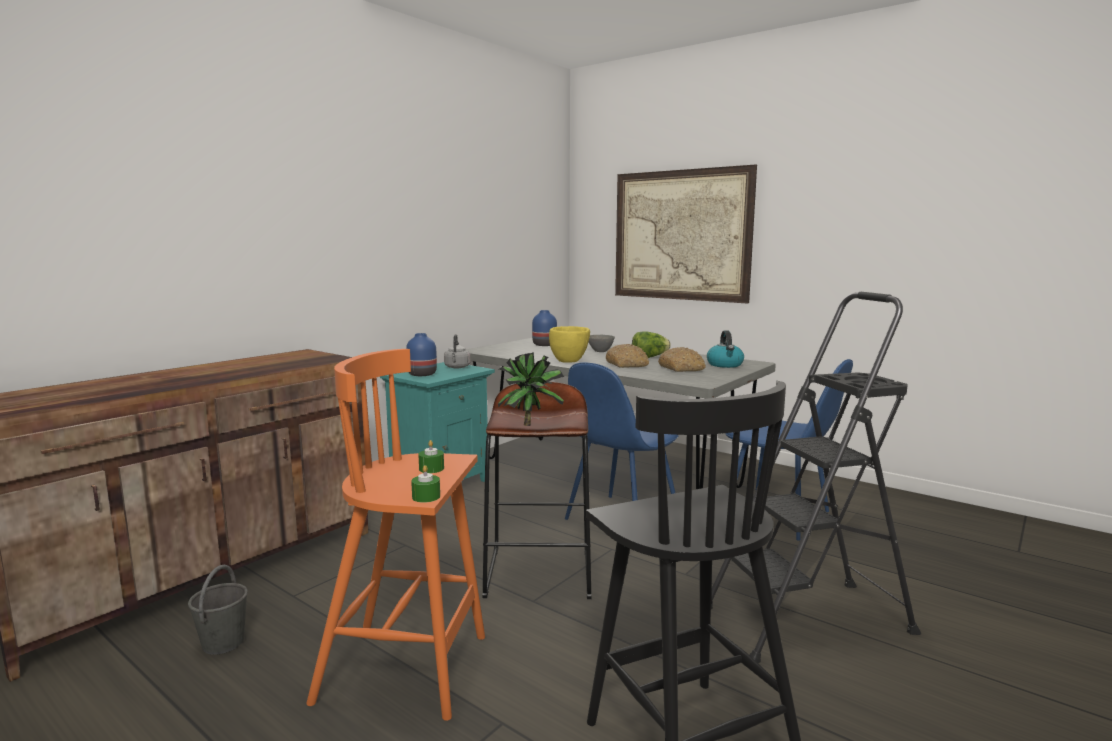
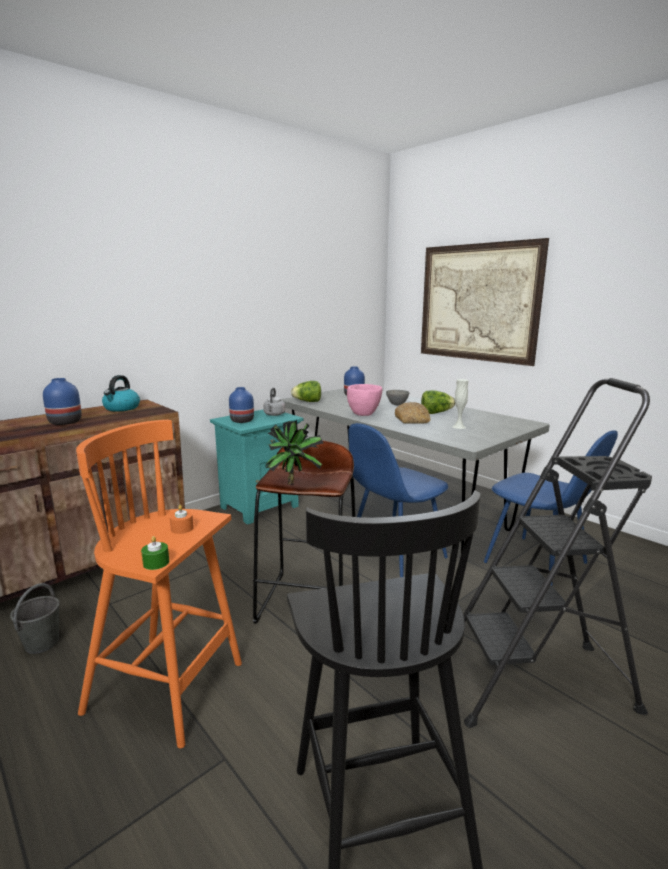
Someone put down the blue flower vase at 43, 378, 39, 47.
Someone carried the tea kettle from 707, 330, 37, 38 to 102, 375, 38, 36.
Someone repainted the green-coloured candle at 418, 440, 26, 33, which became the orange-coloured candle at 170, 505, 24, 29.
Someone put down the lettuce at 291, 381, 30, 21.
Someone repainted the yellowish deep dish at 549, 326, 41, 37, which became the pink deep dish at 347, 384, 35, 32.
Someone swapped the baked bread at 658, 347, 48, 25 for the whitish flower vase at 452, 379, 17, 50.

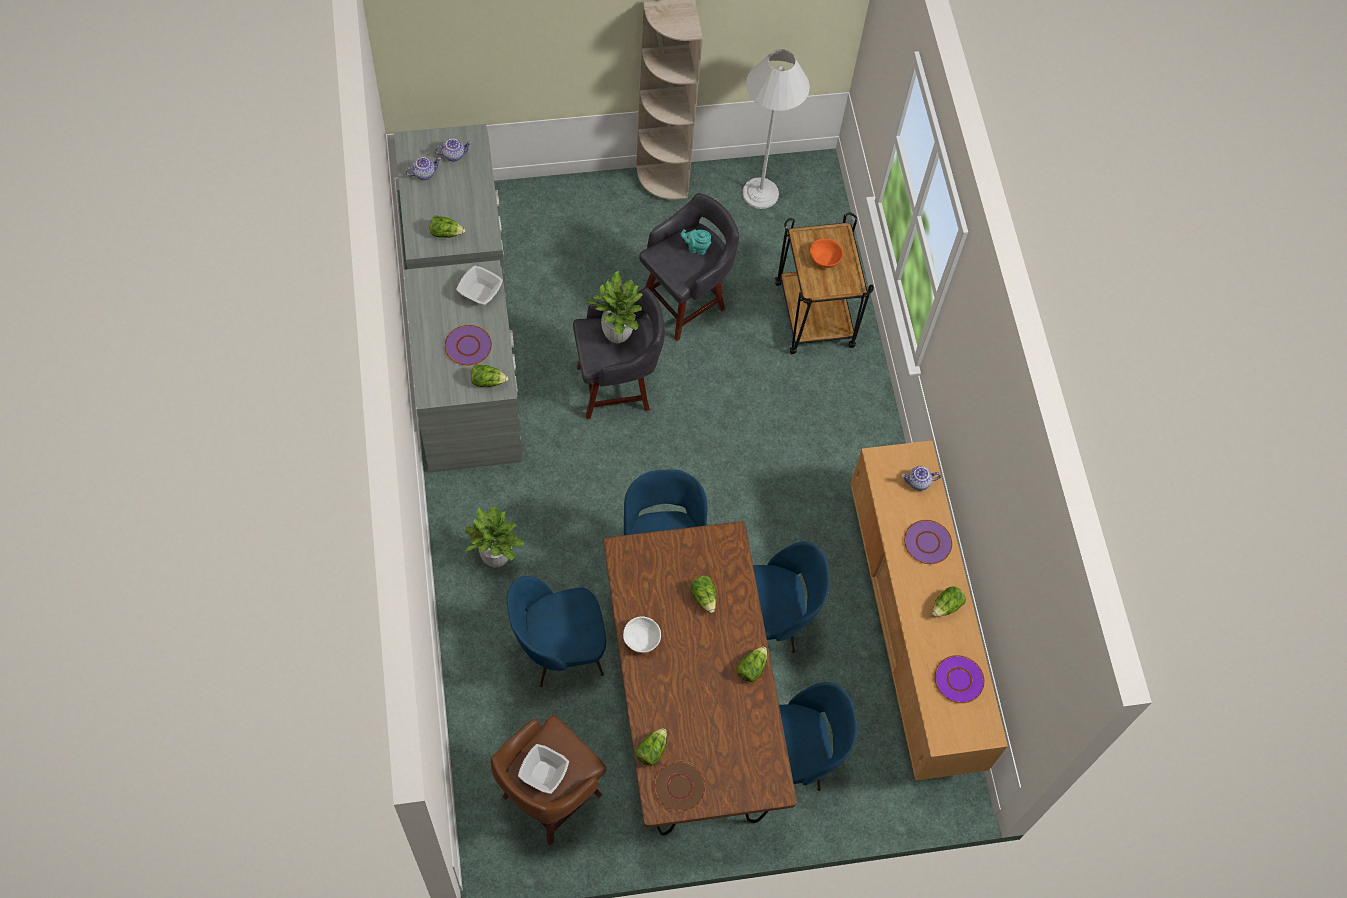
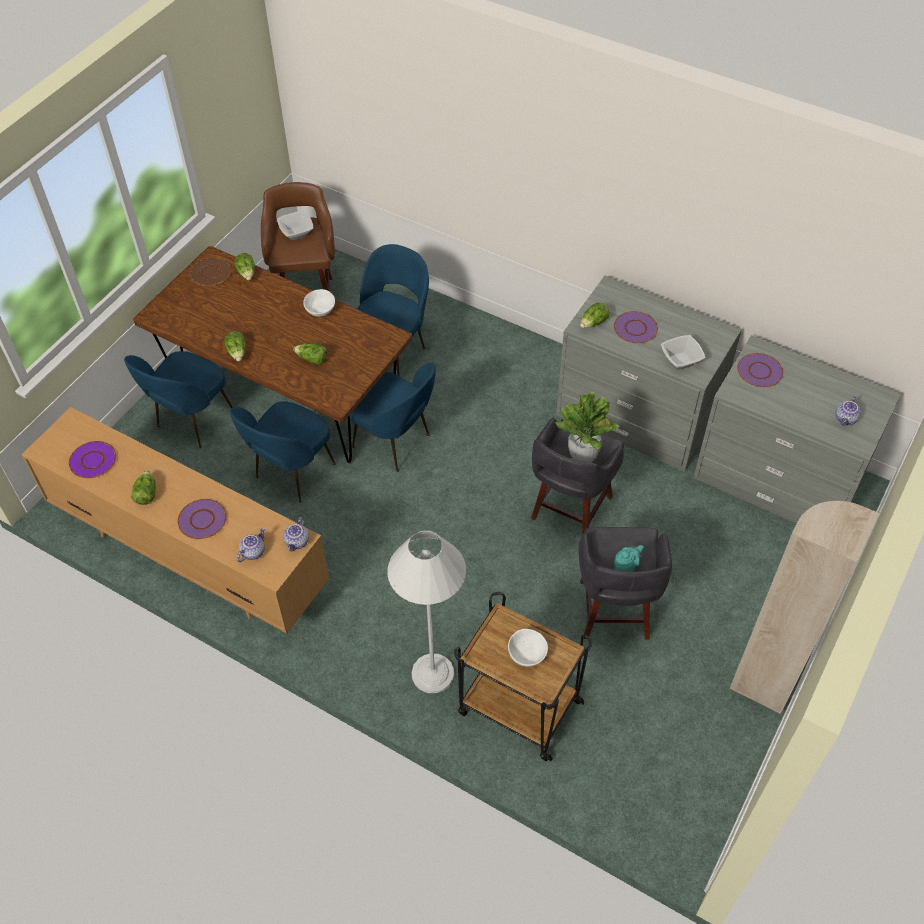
Someone carried the teapot from 405, 157, 36, 23 to 284, 517, 25, 35.
Someone carried the whitish standing lamp from 742, 49, 68, 160 to 387, 530, 79, 163.
Someone repainted the orange-coloured deep dish at 810, 239, 33, 29, which became the whitish deep dish at 508, 629, 40, 38.
Someone swapped the lettuce at 430, 215, 35, 23 for the purple dinner plate at 737, 353, 46, 34.
Someone took away the plant in a pot at 464, 506, 60, 61.

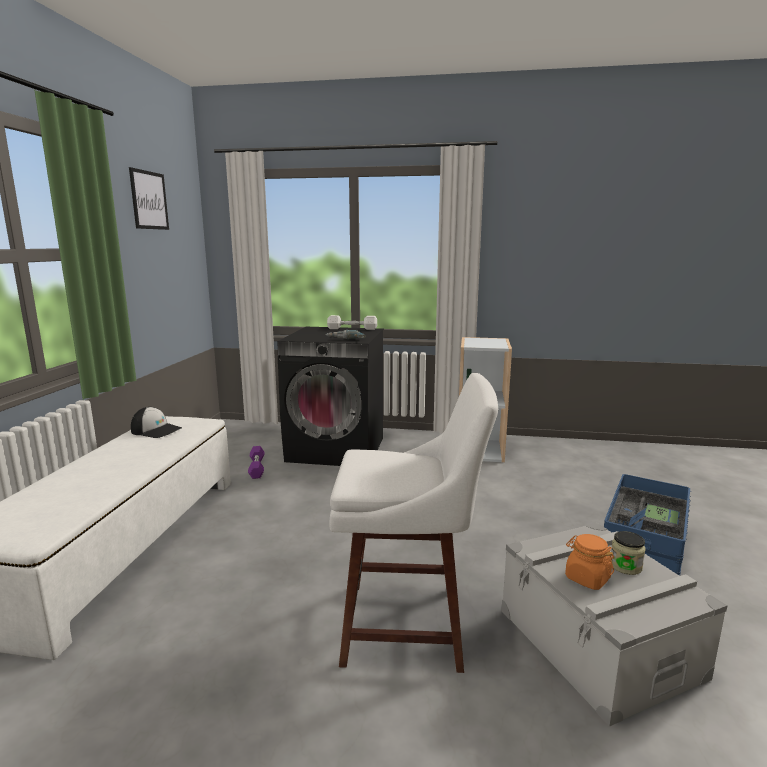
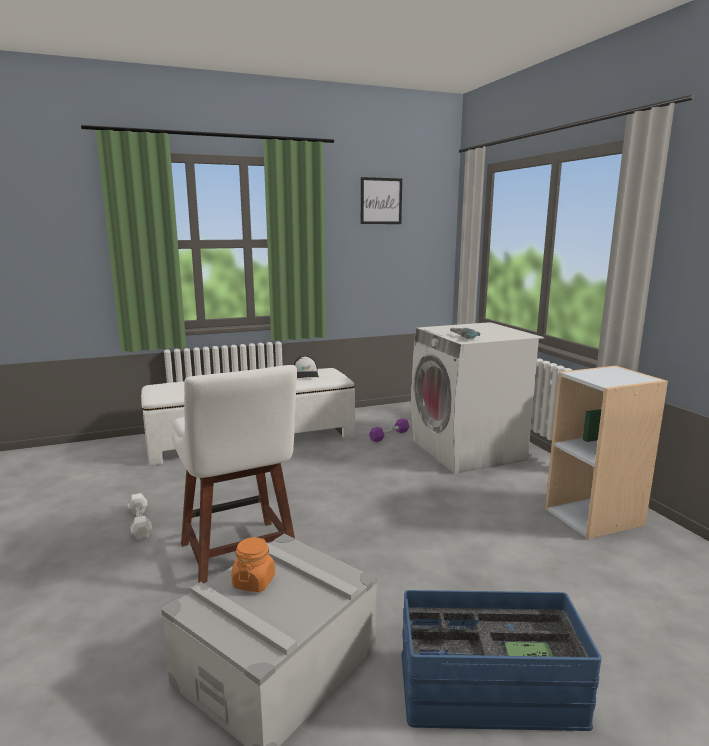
Someone carried the whitish dumbbell from 327, 315, 50, 15 to 128, 493, 24, 47.
Someone repainted the blackish washing machine at 278, 327, 106, 139, which became the whitish washing machine at 411, 322, 134, 152.
Someone took away the storage jar at 611, 531, 35, 44.

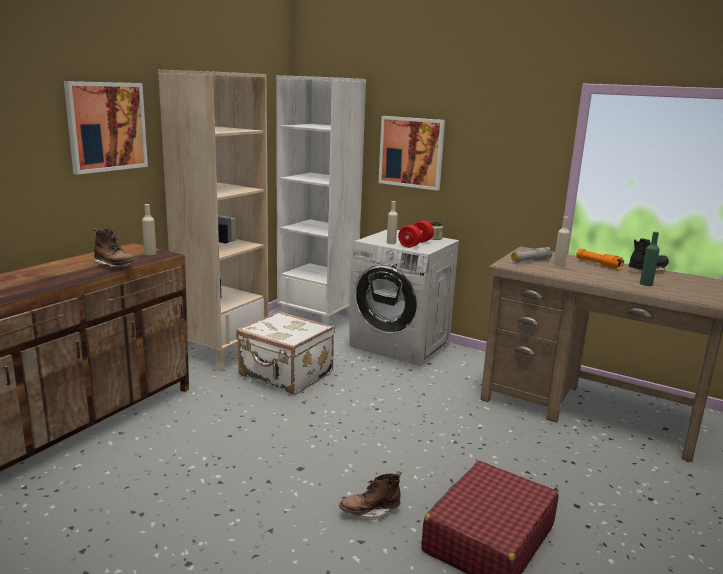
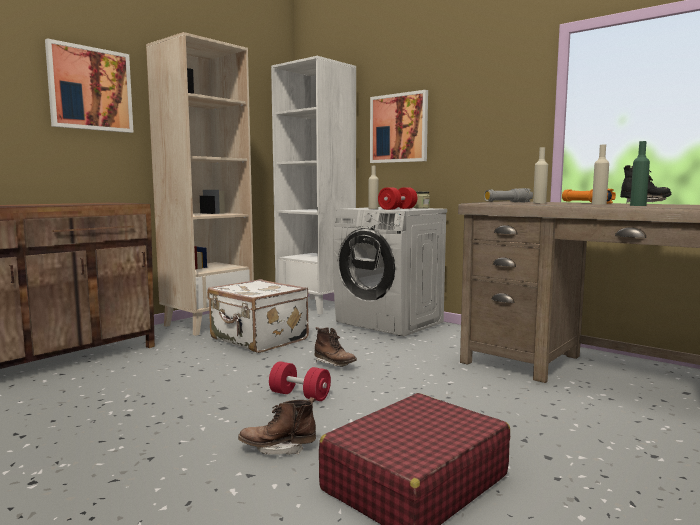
Someone put down the reddish dumbbell at 269, 362, 62, 39.
Someone carried the brownish tall boot from 93, 228, 42, 39 to 314, 327, 43, 40.
Someone carried the beige-coloured bottle from 142, 204, 14, 51 to 592, 145, 17, 60.

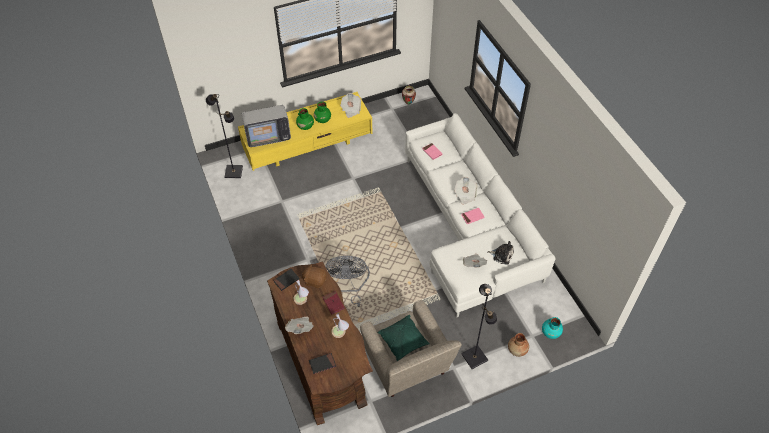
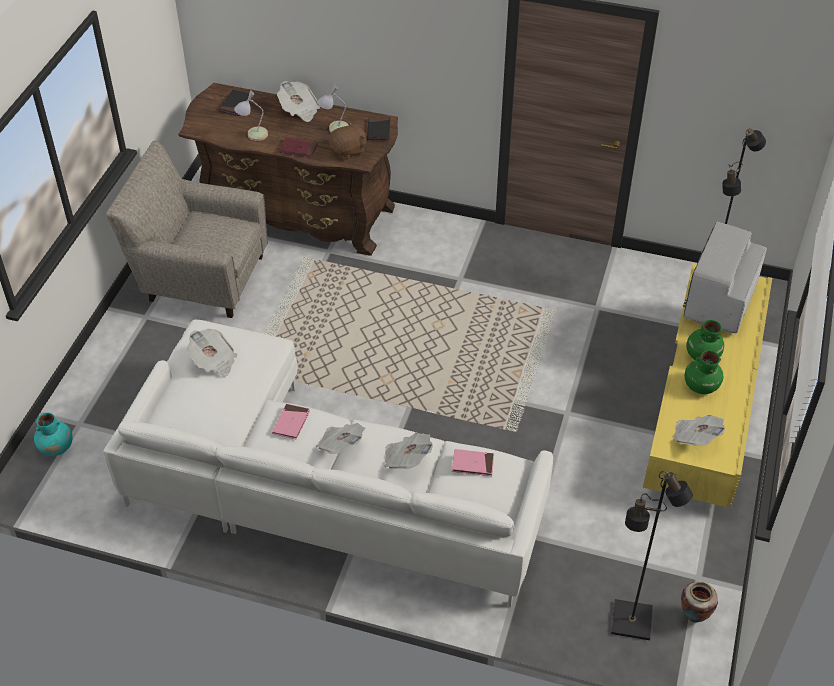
Someone put down the printed paper at 384, 433, 49, 36.
Someone carried the blackish standing lamp from 461, 284, 36, 85 to 611, 471, 82, 169.
Someone took away the grey fan at 325, 256, 45, 51.
Someone took away the green-coloured cushion at 378, 315, 52, 46.
Someone took away the plush toy at 488, 241, 26, 24.
Someone took away the brownish flower vase at 508, 333, 21, 24.

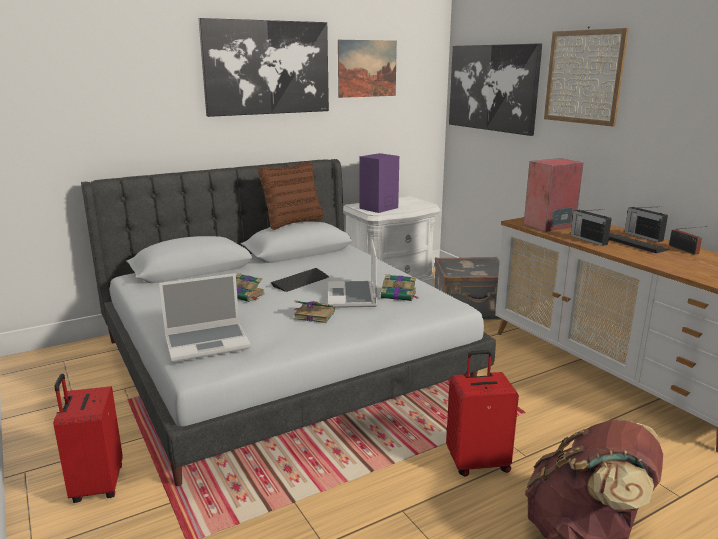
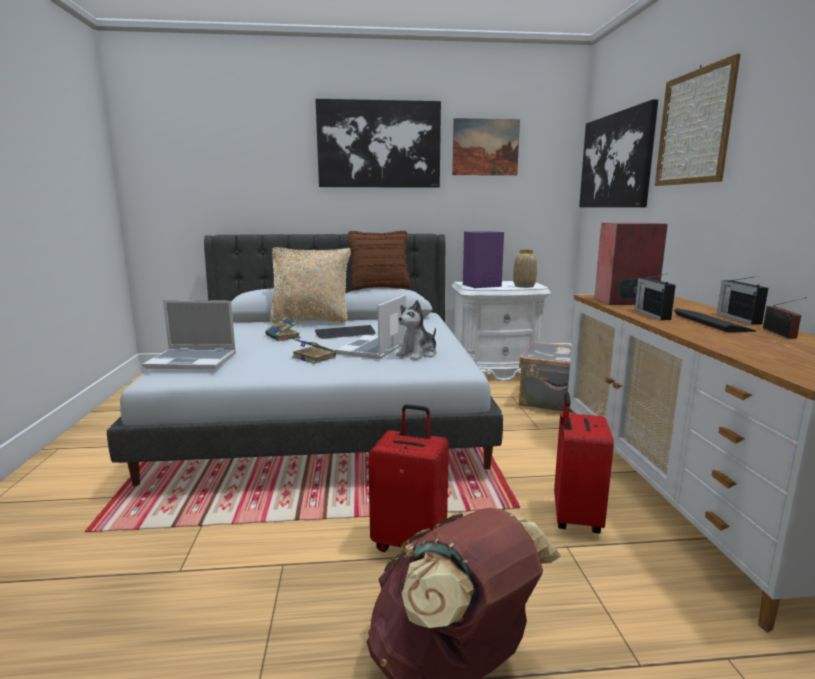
Someone put down the beige-coloured cushion at 270, 247, 81, 77.
Someone swapped the book at 381, 274, 38, 27 for the plush toy at 396, 300, 41, 60.
Someone put down the flower vase at 513, 250, 24, 38.
Someone carried the reddish piece of luggage from 54, 374, 69, 129 to 554, 392, 60, 142.

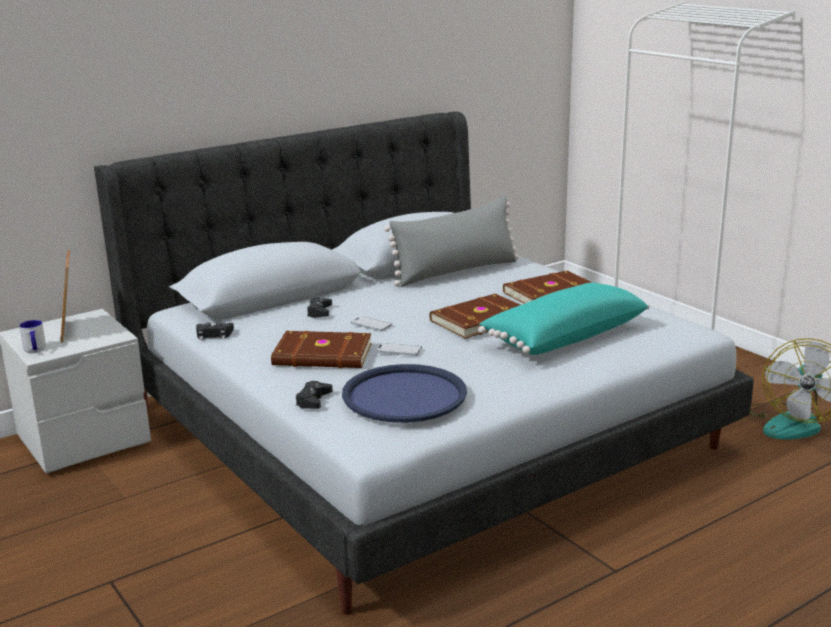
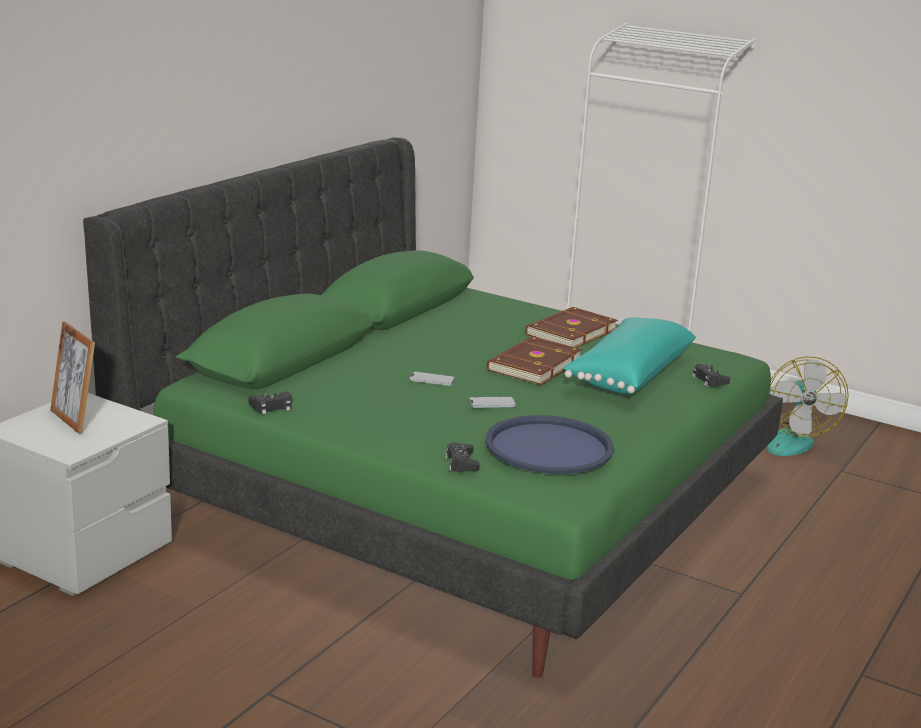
Someone repainted the grey bed at 94, 111, 660, 504, which became the green-coloured bed at 83, 137, 700, 541.
Someone carried the blackish game controller from 307, 297, 25, 21 to 692, 363, 38, 23.
Someone took away the mug at 19, 320, 27, 32.
Someone took away the brownish book at 271, 331, 101, 37.
Someone took away the grey cushion at 384, 197, 135, 90.

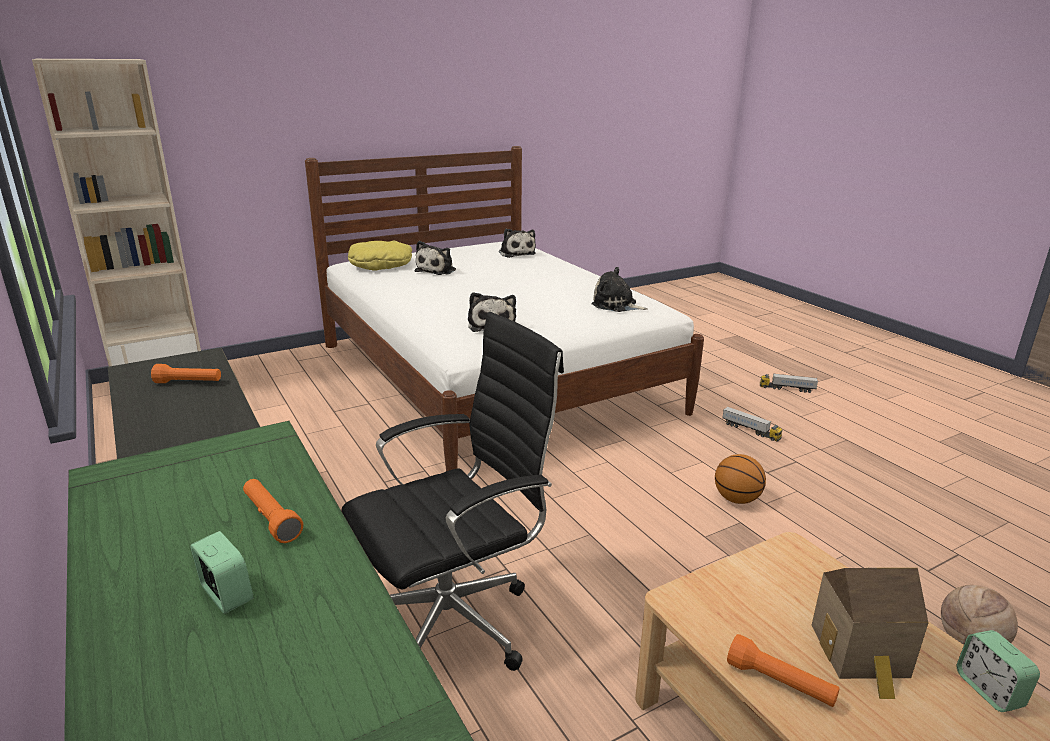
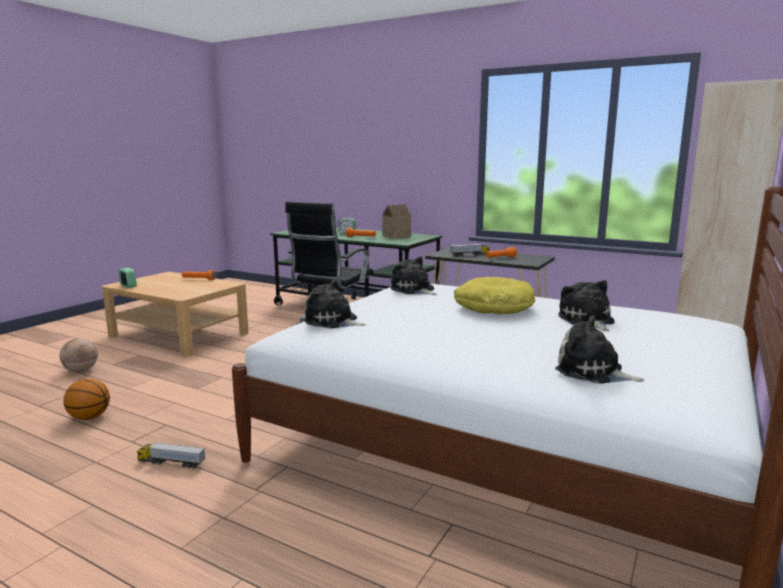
Someone carried the basketball ball from 715, 454, 51, 50 to 63, 378, 47, 42.
Someone rotated the plush toy at 591, 267, 57, 45 by 150 degrees counterclockwise.
Someone carried the model house from 812, 568, 117, 131 to 382, 204, 29, 34.
Someone carried the model truck from 760, 373, 58, 20 to 450, 244, 39, 12.
Someone carried the yellowish cushion from 348, 241, 64, 30 to 454, 277, 81, 37.

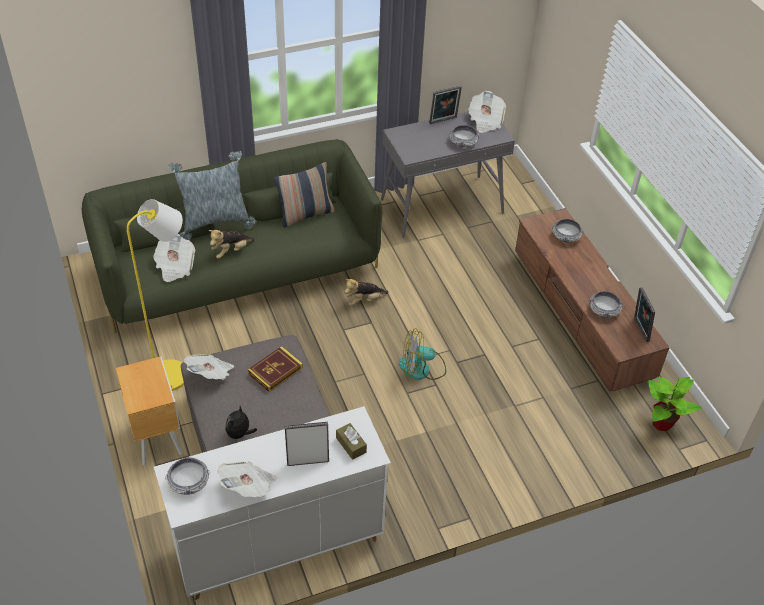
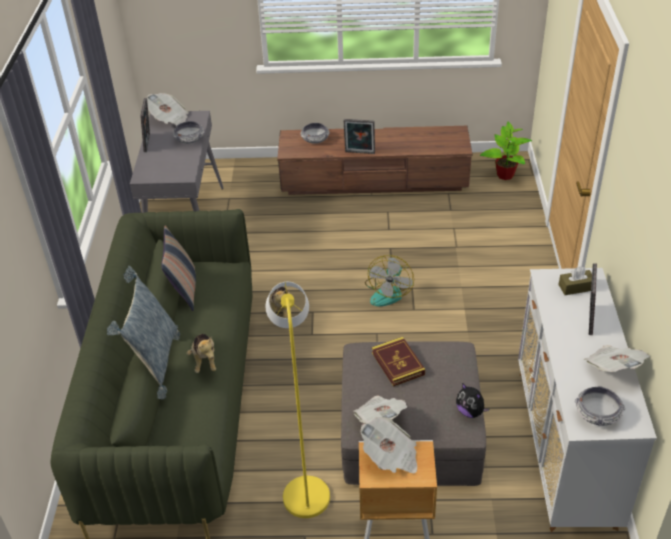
Someone carried the photo frame from 634, 287, 21, 55 to 344, 119, 31, 35.
Someone carried the printed paper from 153, 234, 43, 48 to 360, 417, 57, 56.
Someone took away the deep dish at 589, 291, 34, 27.

